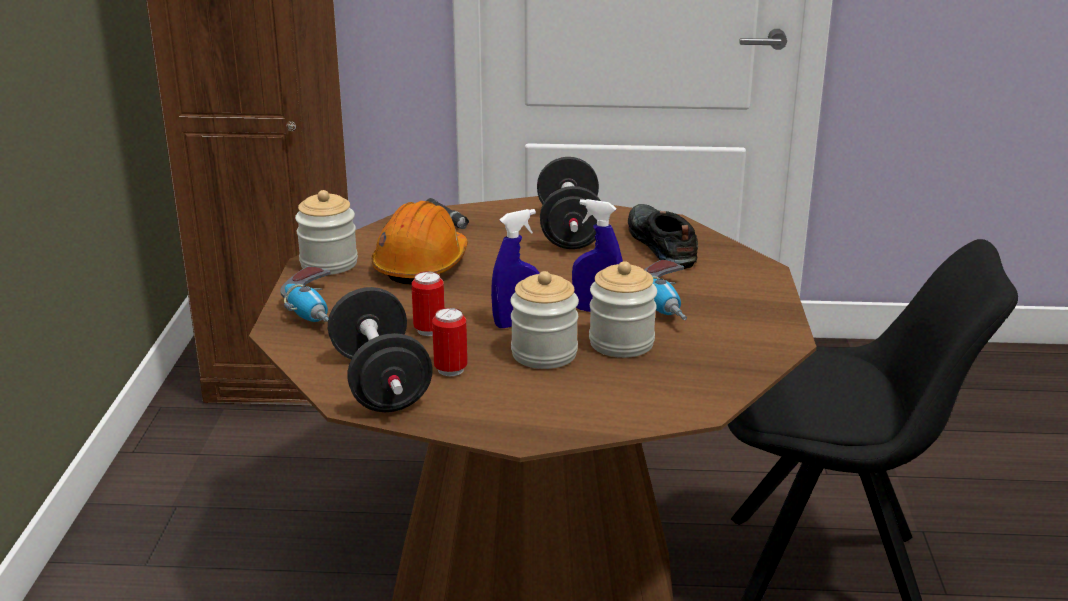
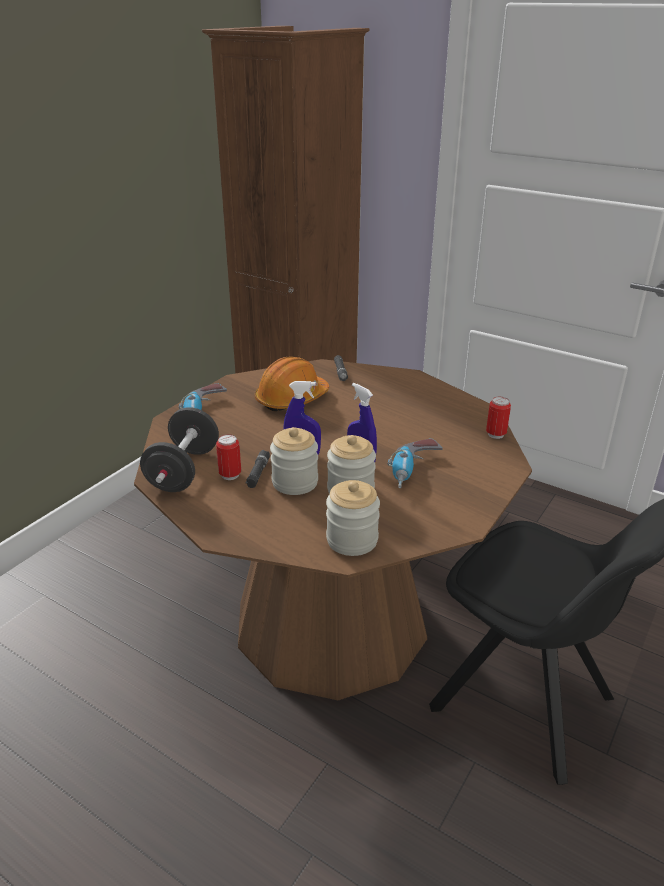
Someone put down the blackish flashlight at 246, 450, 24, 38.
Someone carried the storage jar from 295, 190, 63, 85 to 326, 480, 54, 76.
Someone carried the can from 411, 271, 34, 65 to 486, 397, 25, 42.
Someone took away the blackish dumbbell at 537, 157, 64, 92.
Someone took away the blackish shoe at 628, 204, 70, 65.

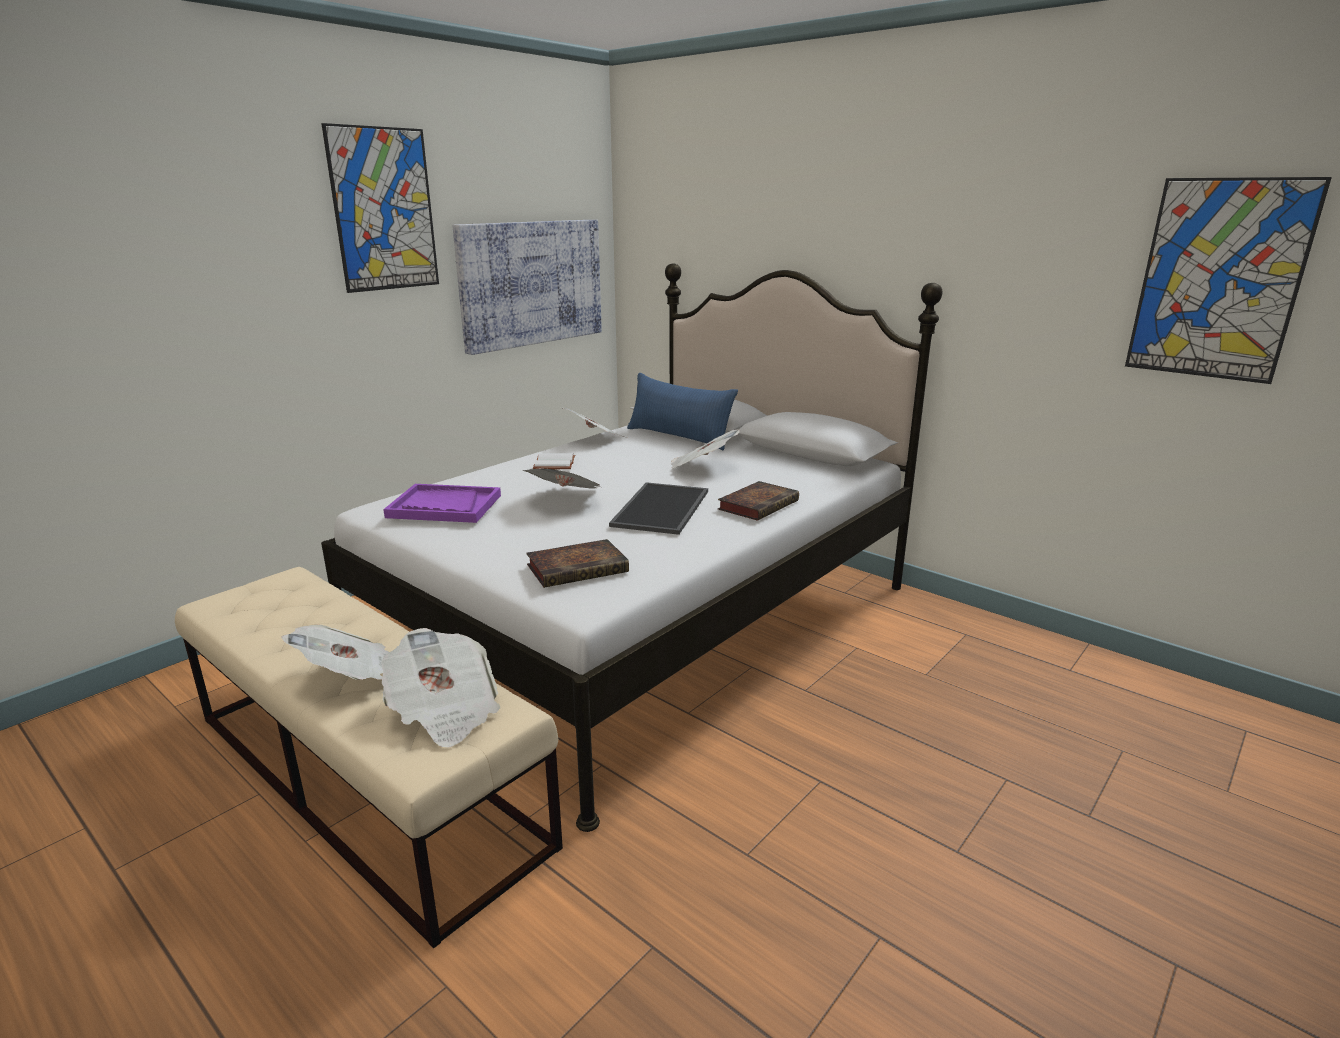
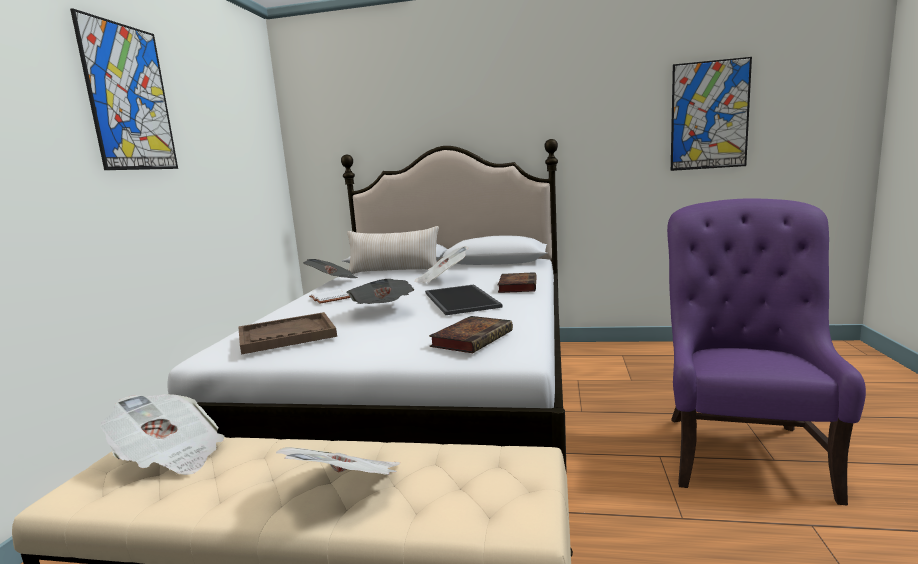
Someone carried the printed paper from 381, 628, 119, 119 to 100, 394, 125, 81.
Someone repainted the purple carrying tray at 383, 484, 118, 39, which became the brownish carrying tray at 238, 312, 99, 43.
Someone repainted the blue cushion at 627, 373, 111, 78, which became the beige-coloured cushion at 347, 226, 92, 48.
Someone put down the purple upright chair at 667, 199, 199, 307.
Someone took away the wall picture at 452, 220, 150, 135.

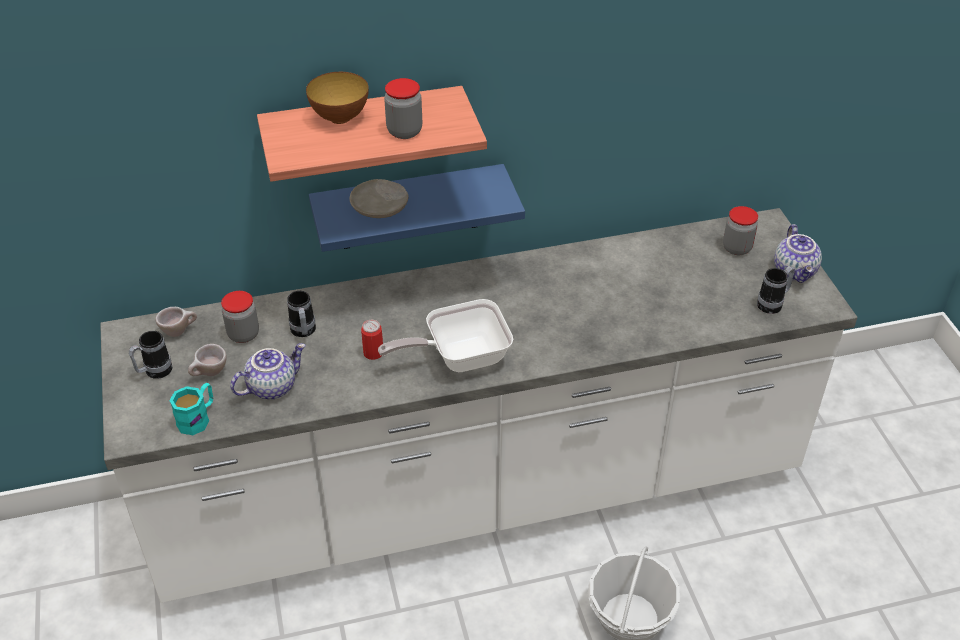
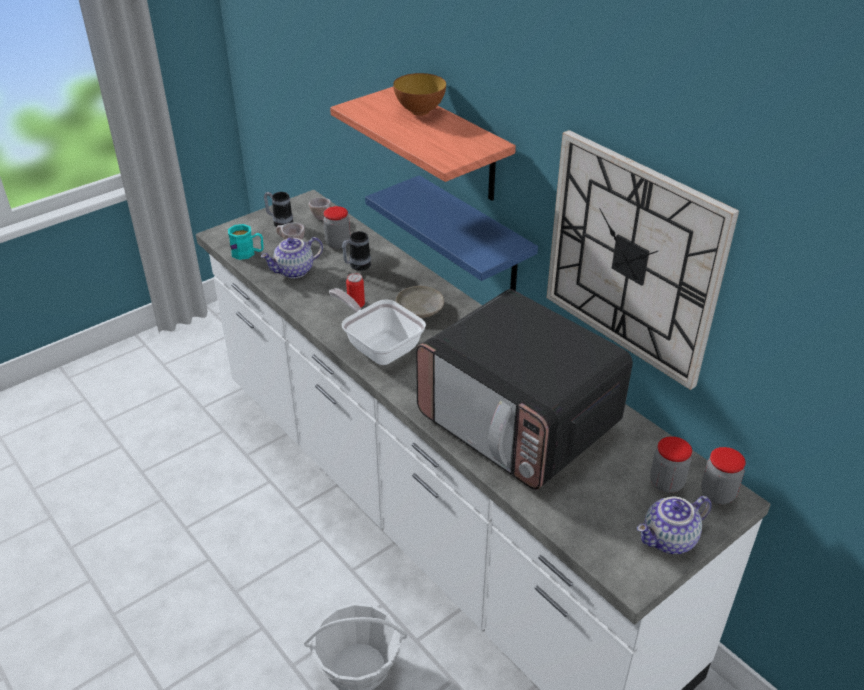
Someone rotated the teapot at 230, 343, 76, 57 by 120 degrees clockwise.
Someone carried the beige-coloured dinner plate from 350, 179, 59, 39 to 396, 286, 48, 32.
Someone put down the kitchen microwave at 416, 289, 217, 201.
Someone put up the wall clock at 547, 130, 192, 260.
Someone carried the storage jar from 384, 78, 38, 61 to 701, 447, 45, 57.
Someone took away the mug at 757, 266, 38, 48.

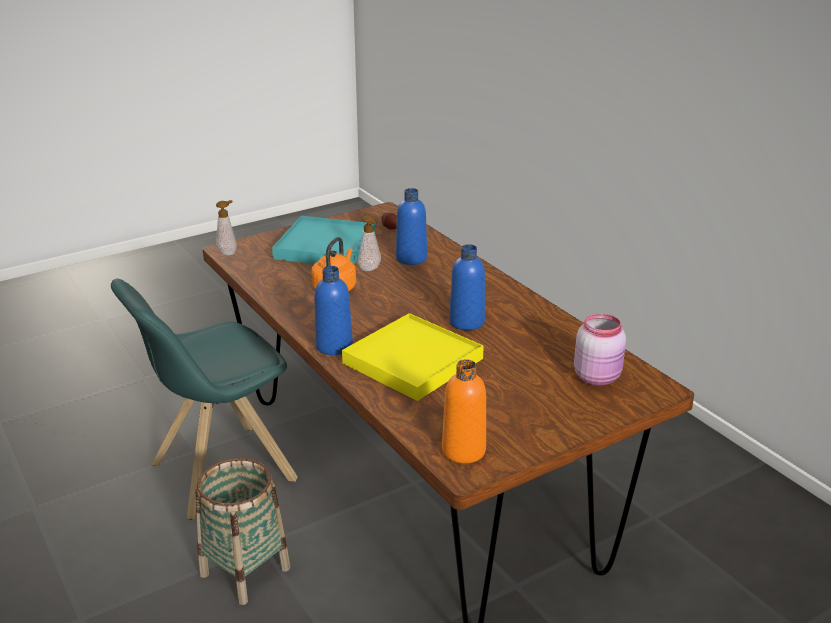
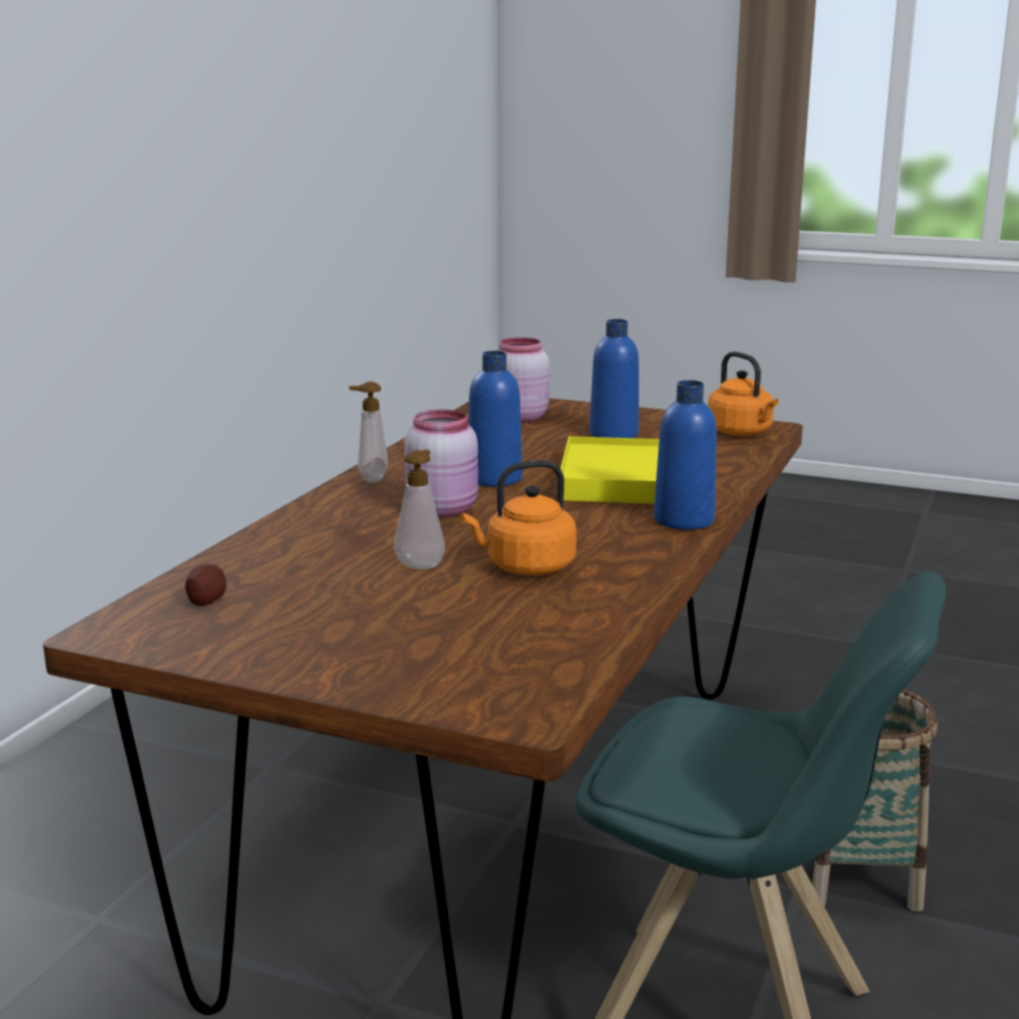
Someone carried the soap dispenser from 216, 200, 21, 55 to 349, 381, 39, 102.
Someone put down the pink storage jar at 404, 409, 74, 109.
Someone carried the blue bottle from 396, 188, 31, 77 to 589, 319, 50, 119.
Someone swapped the orange-coloured bottle at 442, 359, 44, 104 for the orange-coloured tea kettle at 708, 352, 70, 84.
Someone took away the turquoise-coloured carrying tray at 272, 216, 103, 48.

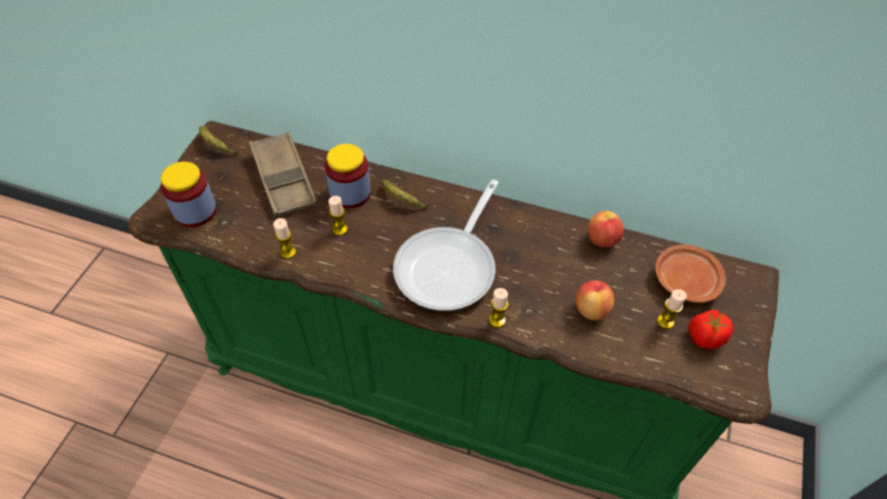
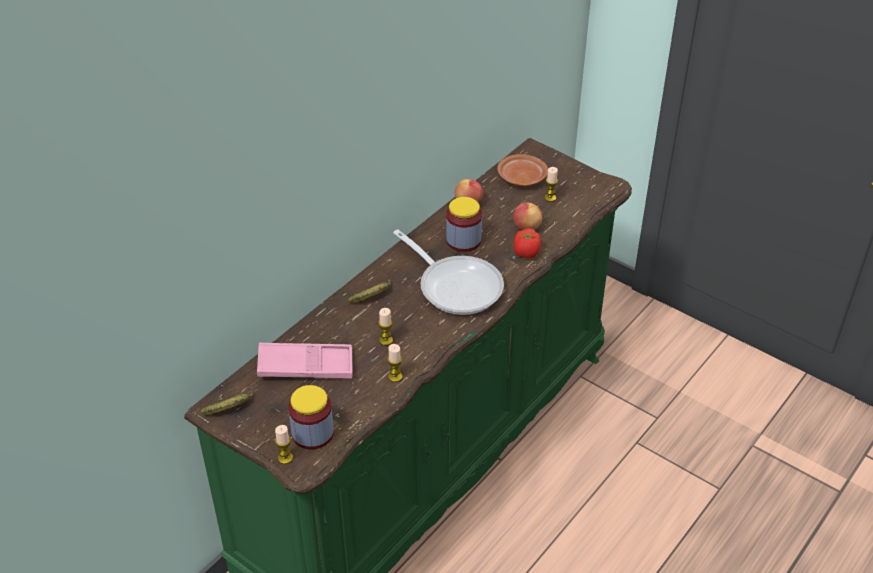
Someone repainted the brownish carrying tray at 249, 132, 68, 86, which became the pink carrying tray at 257, 343, 96, 36.
Someone carried the candle from 489, 288, 19, 40 to 275, 425, 18, 39.
Someone carried the storage jar from 325, 144, 46, 64 to 446, 197, 36, 55.
Someone carried the tomato from 688, 310, 46, 39 to 514, 228, 27, 30.

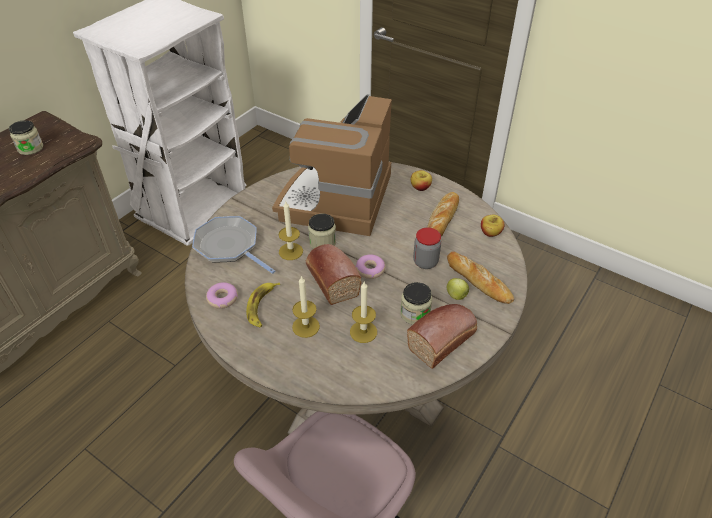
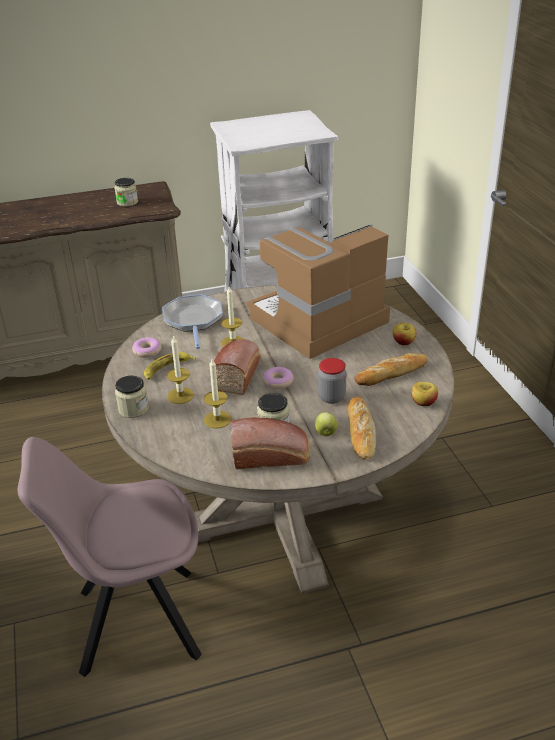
Someone carried the storage jar from 308, 214, 28, 35 to 115, 376, 34, 42.

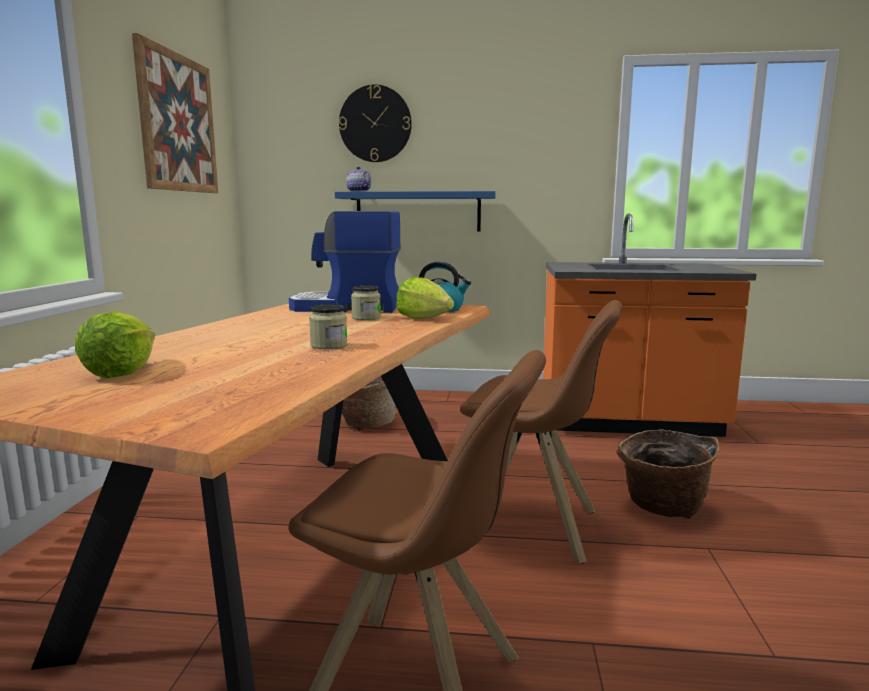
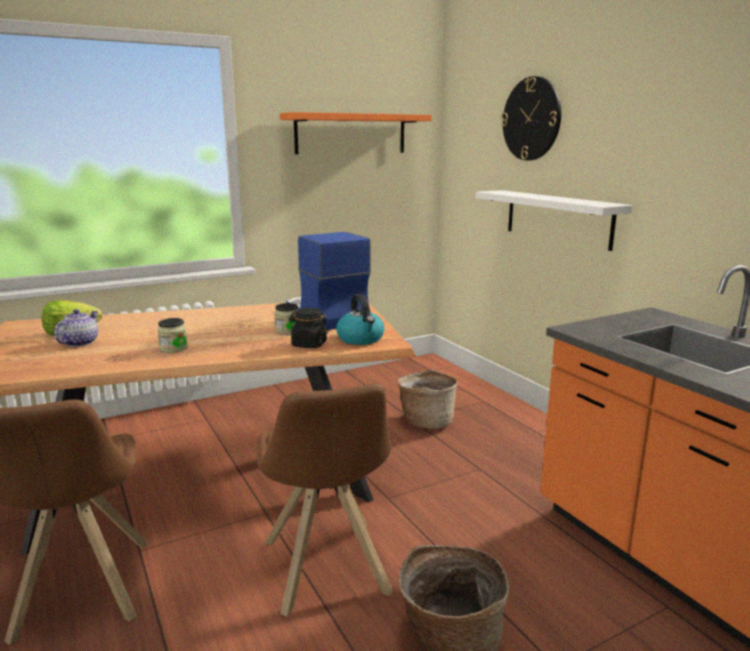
Someone carried the teapot from 346, 167, 25, 25 to 54, 309, 44, 38.
Someone swapped the wall picture at 132, 33, 86, 160 for the orange-coloured bracket shelf at 280, 112, 152, 42.
Someone swapped the lettuce at 396, 277, 58, 42 for the blackish storage jar at 289, 308, 40, 40.
Someone repainted the blue bracket shelf at 335, 191, 161, 40, which became the whitish bracket shelf at 476, 190, 157, 61.

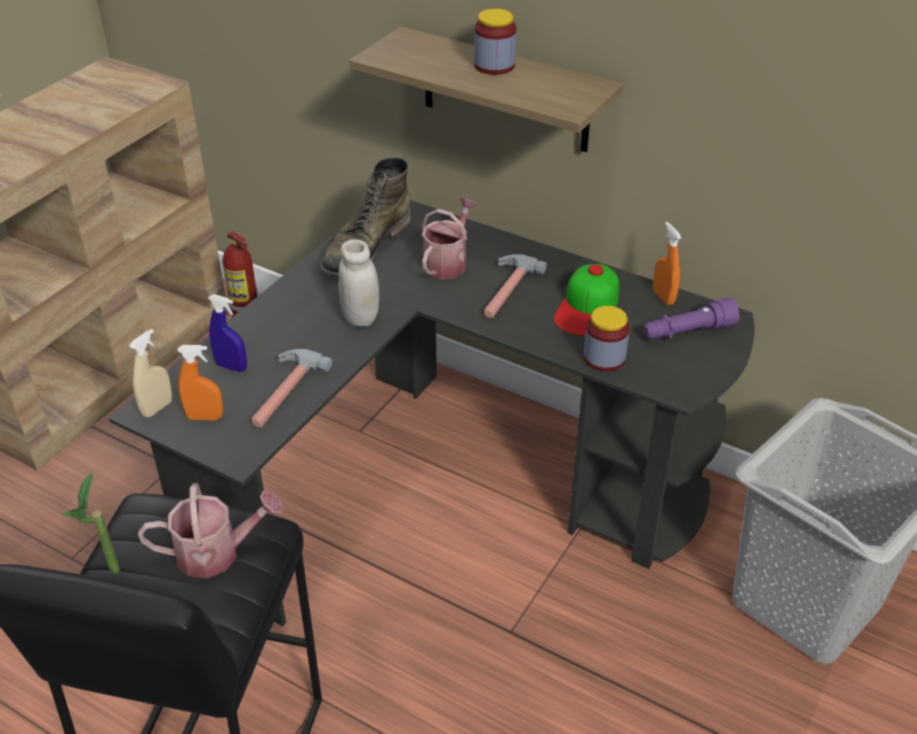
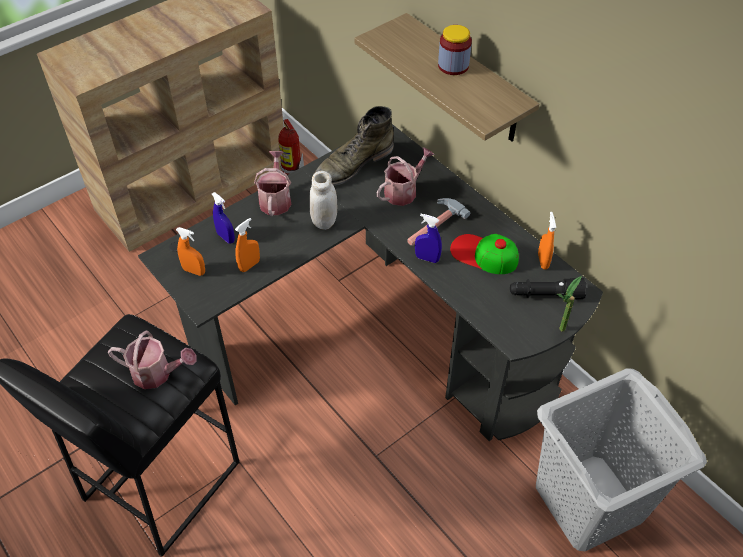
Someone swapped the hammer at 251, 349, 81, 78 for the orange-coloured spray bottle at 235, 218, 25, 54.
Someone put down the watering can at 254, 151, 37, 65.
Someone put down the blue spray bottle at 415, 214, 27, 49.
Someone rotated the peaked cap at 554, 264, 65, 72 by 75 degrees clockwise.
Someone repainted the purple flashlight at 643, 297, 97, 42, which became the blackish flashlight at 510, 278, 77, 21.
Someone carried the plant in a pot from 61, 472, 59, 102 to 557, 276, 25, 56.
Someone took away the beige-coloured spray bottle at 129, 329, 43, 89.
Someone took away the storage jar at 584, 306, 46, 65.

